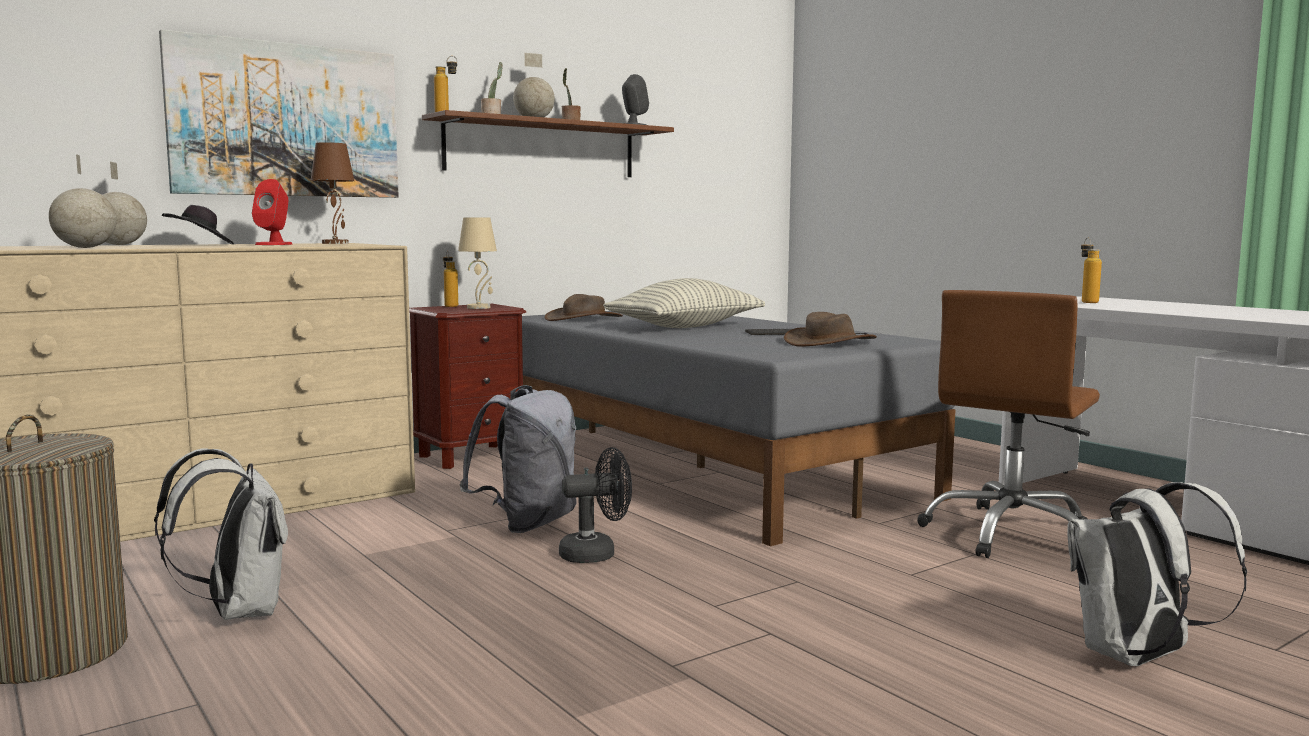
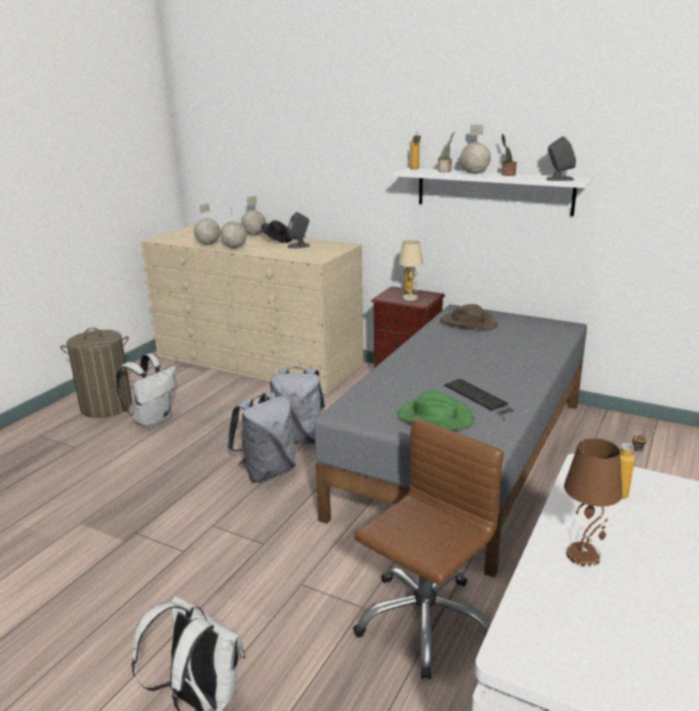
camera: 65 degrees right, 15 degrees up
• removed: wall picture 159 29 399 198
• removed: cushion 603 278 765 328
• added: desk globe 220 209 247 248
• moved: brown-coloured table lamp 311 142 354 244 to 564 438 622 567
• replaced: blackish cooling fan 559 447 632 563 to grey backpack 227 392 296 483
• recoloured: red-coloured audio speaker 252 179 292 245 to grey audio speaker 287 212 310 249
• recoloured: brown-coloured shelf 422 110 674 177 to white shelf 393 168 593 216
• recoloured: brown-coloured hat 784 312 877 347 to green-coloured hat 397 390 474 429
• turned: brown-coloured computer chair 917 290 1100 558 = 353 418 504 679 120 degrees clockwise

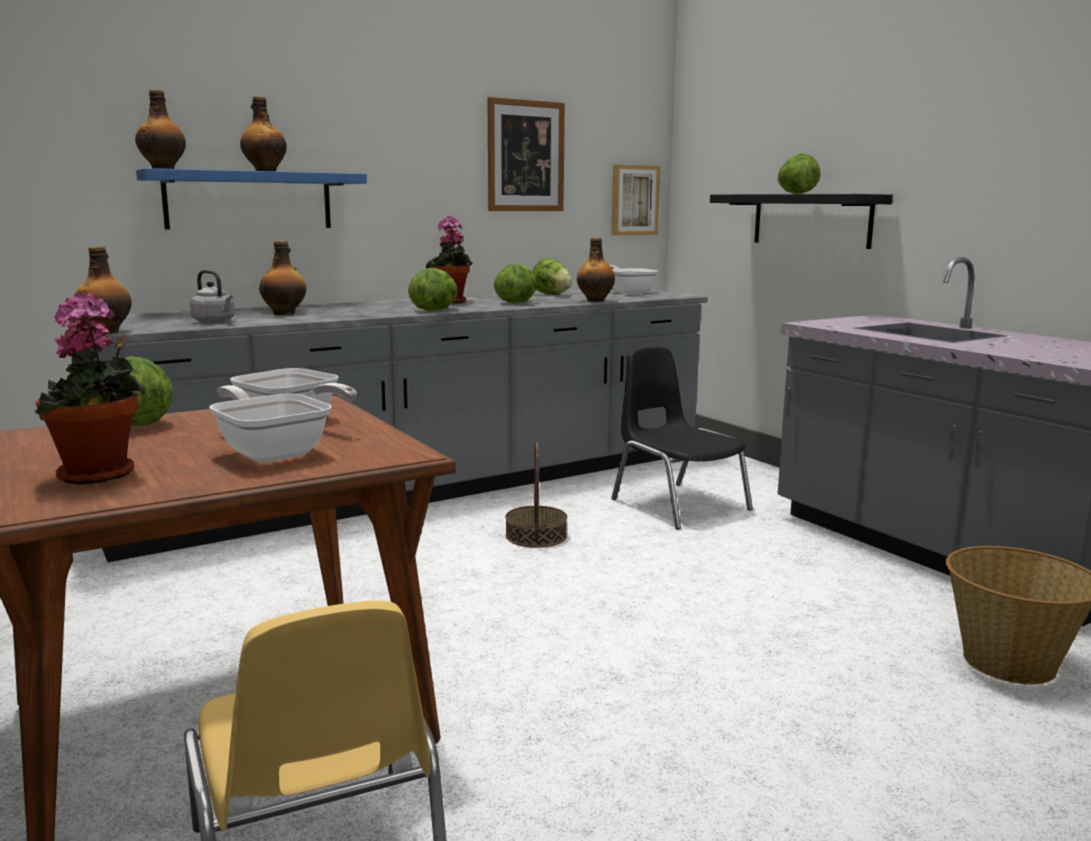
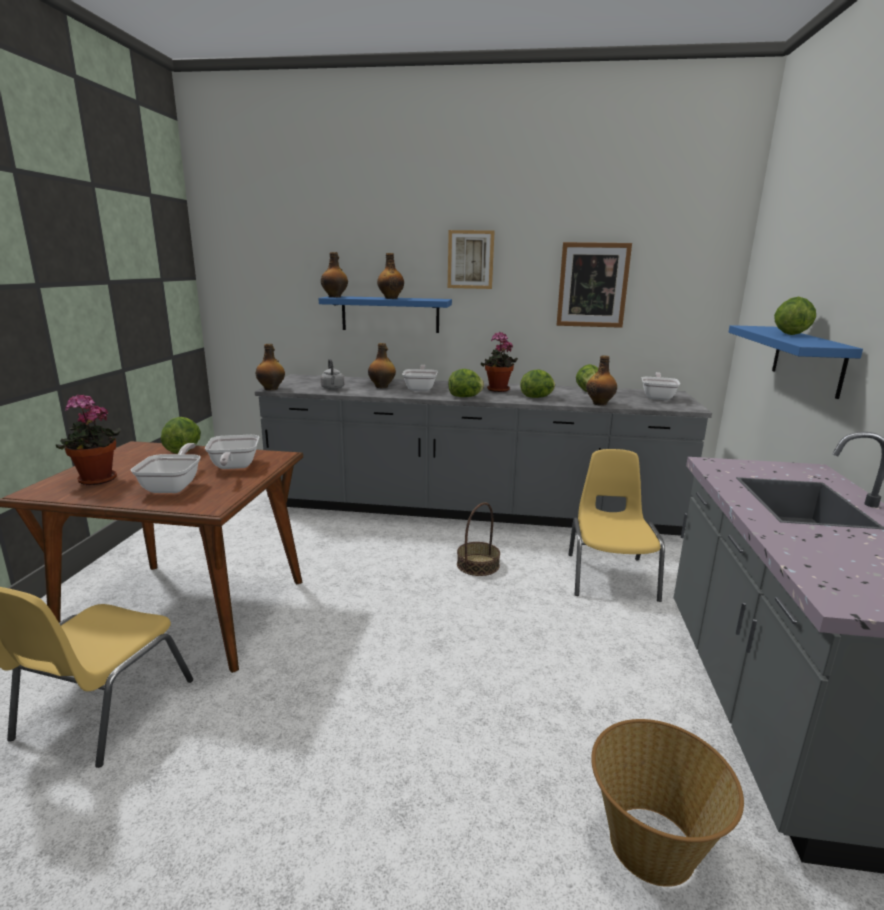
camera: 40 degrees right, 5 degrees up
• added: pan 402 365 438 391
• moved: wall picture 611 165 661 235 to 448 230 494 289
• recoloured: blackish plain chair 611 347 753 529 to yellow-coloured plain chair 568 449 665 602
• recoloured: blackish shelf 710 194 893 249 to blue-coloured shelf 728 325 863 399

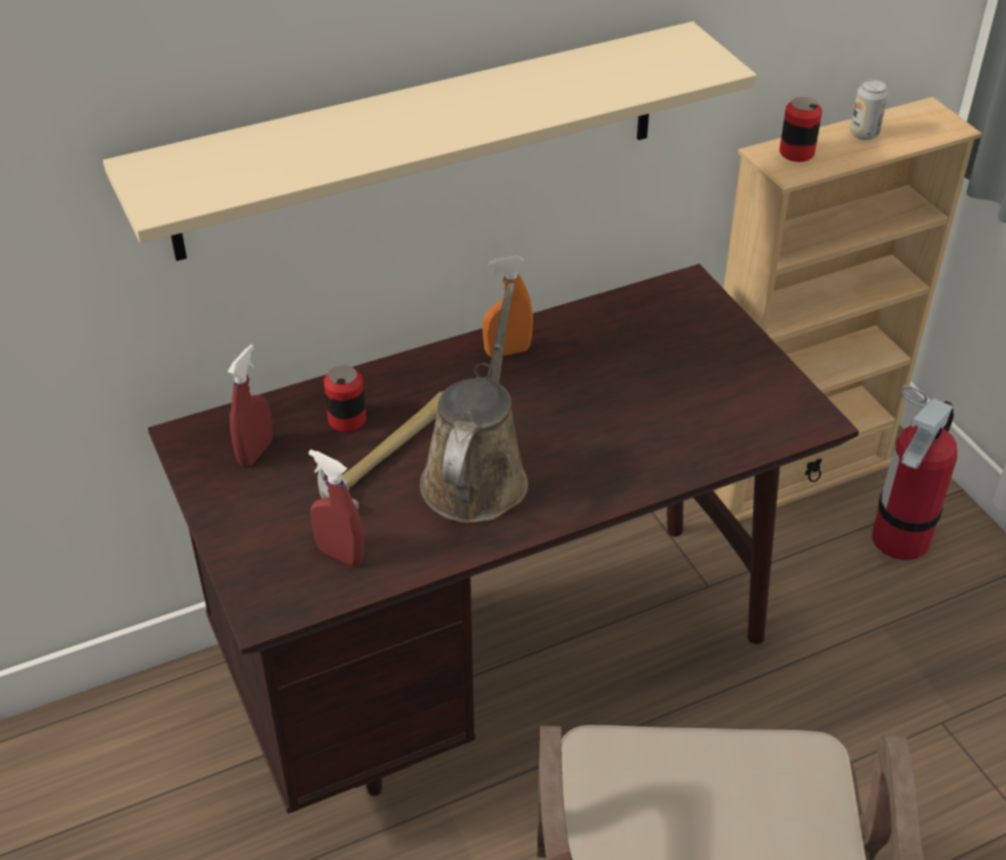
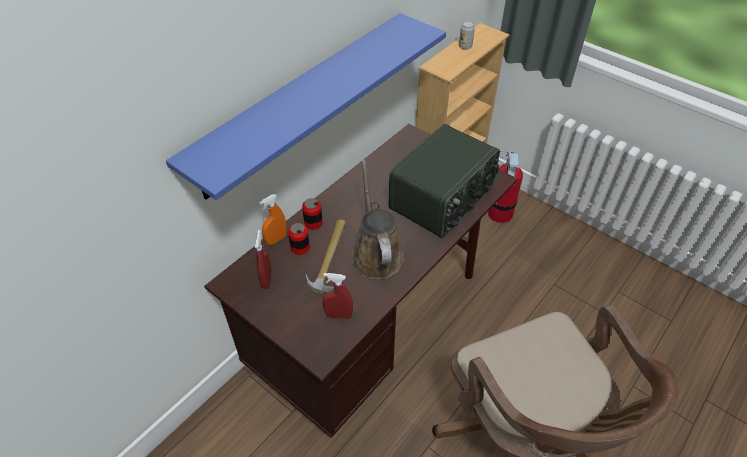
camera: 25 degrees left, 5 degrees up
• added: radio 388 124 500 238
• moved: orange-coloured hand sprayer 482 255 533 357 to 259 194 287 246
• moved: metal can 779 97 822 162 to 302 198 323 230
• recoloured: sand-coloured shelf 103 21 757 261 to blue-coloured shelf 166 13 446 200

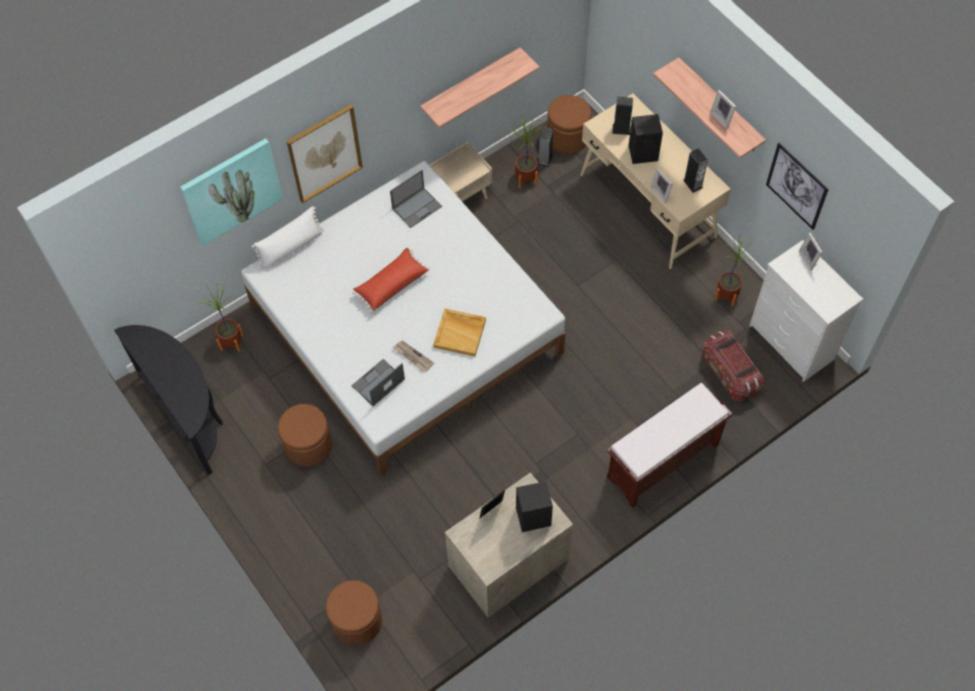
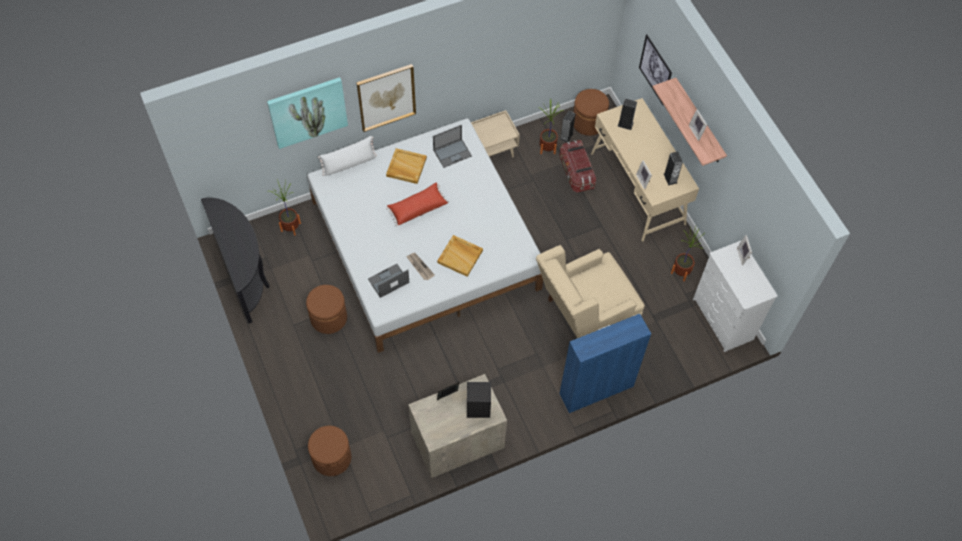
camera: 10 degrees right, 0 degrees up
• removed: shelf 420 47 540 128
• removed: blackish audio speaker 628 114 663 164
• added: sand-coloured serving tray 386 148 427 184
• added: sand-coloured easy chair 536 245 645 338
• moved: storage container 702 329 764 402 to 560 140 596 192
• moved: wall picture 766 143 829 230 to 639 34 672 105
• replaced: brown-coloured bench 607 382 732 508 to blue-coloured storage cabinet 559 314 651 413

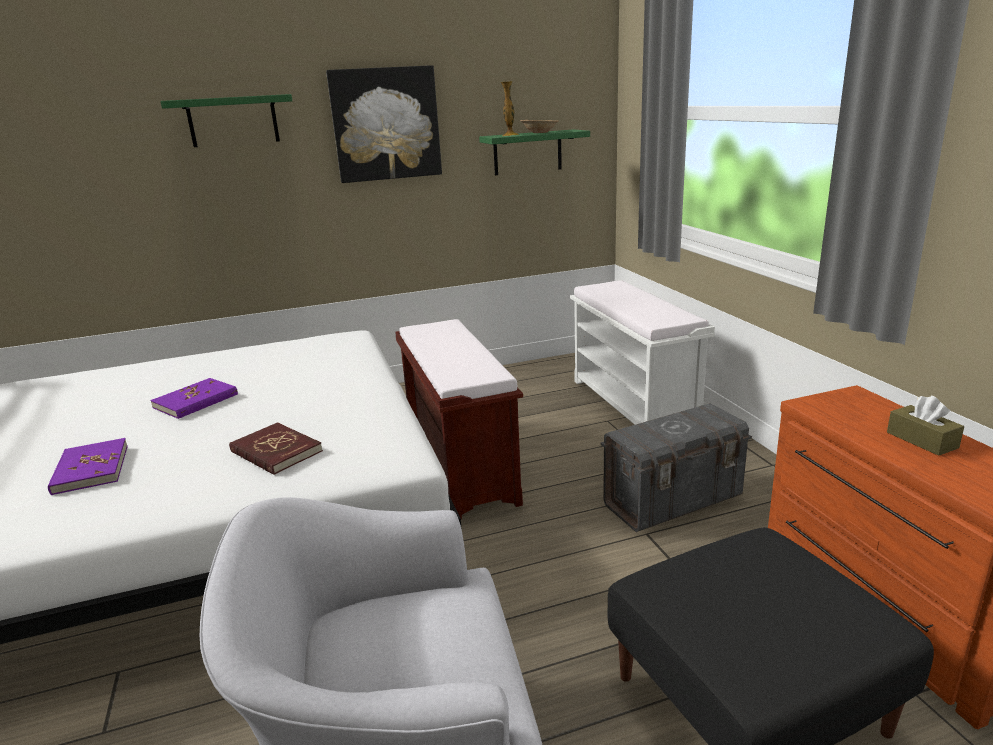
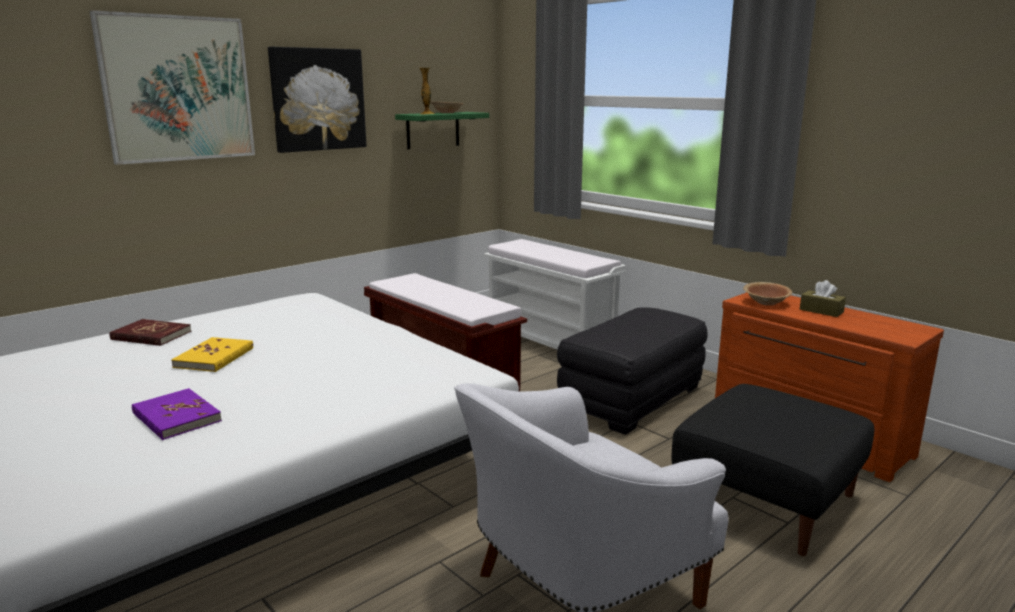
camera: 25 degrees left, 5 degrees down
• added: brown-coloured serving bowl 743 282 792 306
• moved: red-coloured bound book 229 422 323 475 to 109 319 192 346
• replaced: green-coloured shelf 160 94 292 147 to wall picture 90 10 255 165
• replaced: grey storage container 601 403 752 532 to blackish footrest 557 308 708 435
• recoloured: purple bound book 150 378 238 419 to yellow-coloured bound book 171 337 253 372

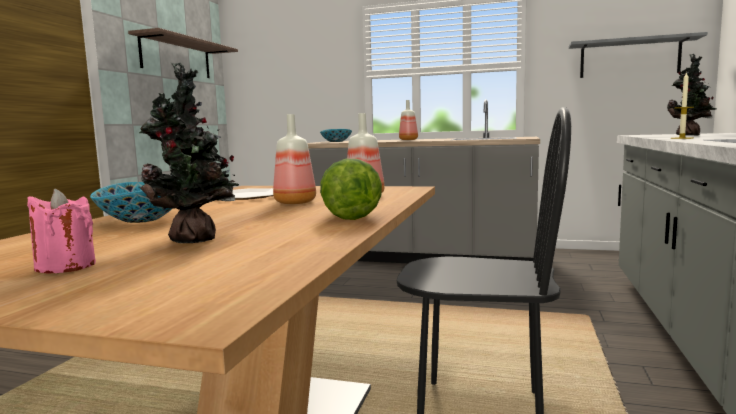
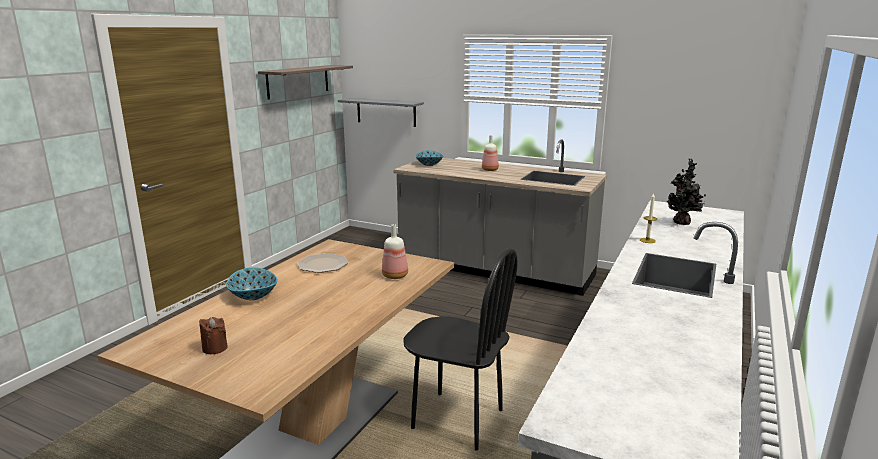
camera: 10 degrees right, 10 degrees up
• removed: houseplant 139 62 239 243
• removed: drink bottle 273 114 316 204
• removed: lettuce 320 159 382 220
• moved: grey shelf 568 32 707 78 to 338 98 424 127
• recoloured: pinkish wax candle 27 189 96 273 to brown-coloured wax candle 199 317 227 354

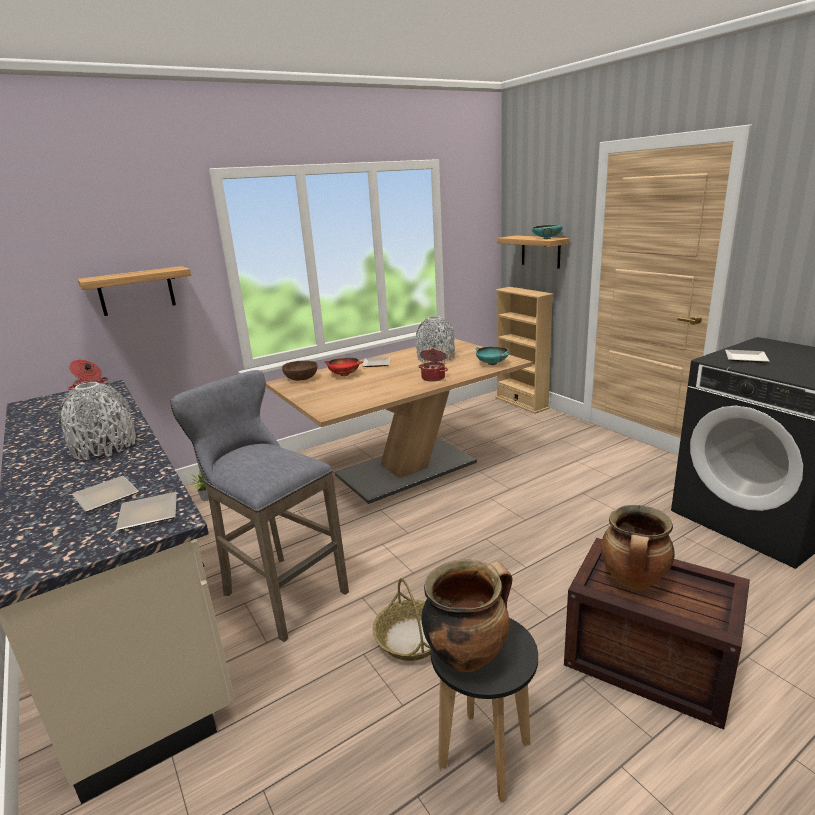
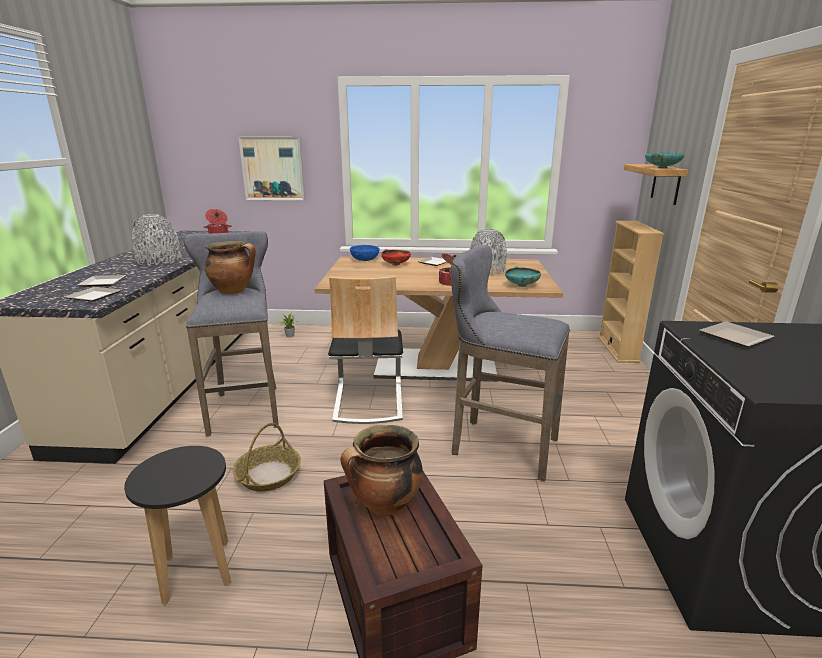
camera: 35 degrees right, 0 degrees up
• added: plain chair 328 276 403 424
• added: grey stool seat 451 245 570 481
• moved: cooking pot 422 560 512 672 to 205 241 255 294
• replaced: shelf 77 266 191 316 to wall picture 238 137 305 200
• recoloured: brown-coloured serving bowl 282 360 317 381 to blue-coloured serving bowl 350 245 379 261

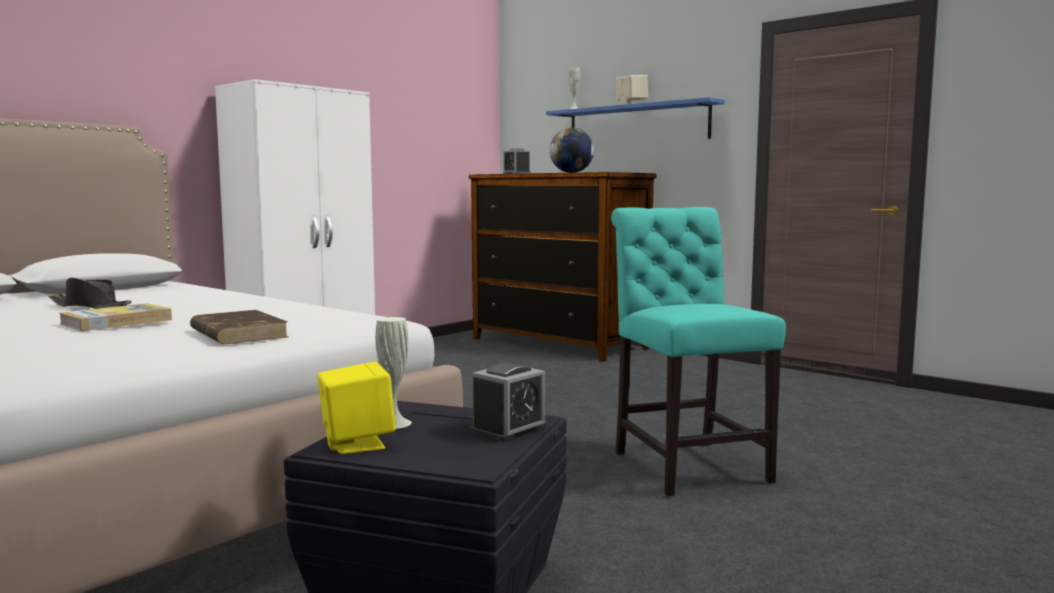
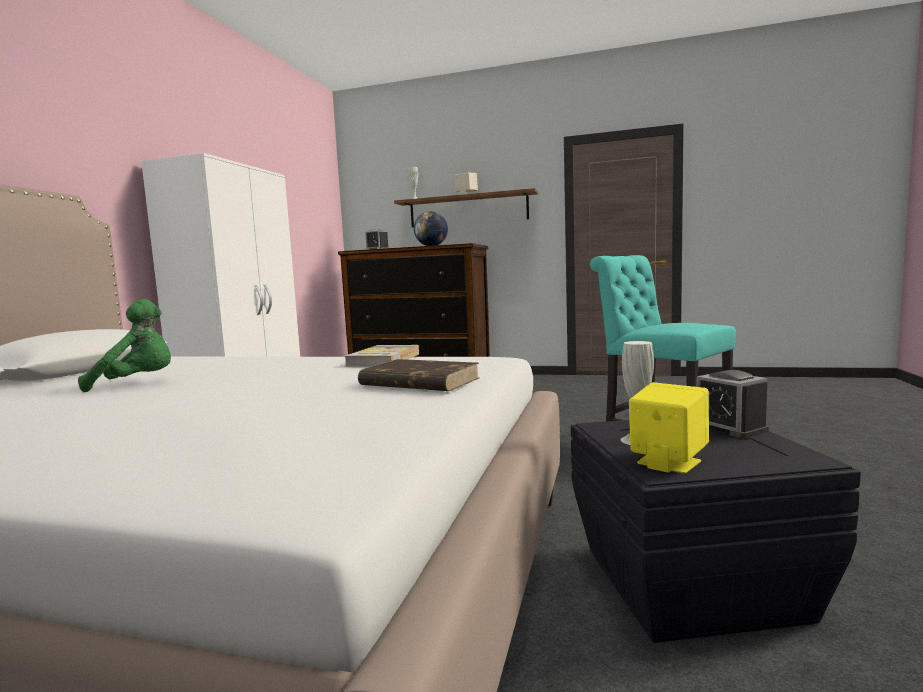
camera: 25 degrees left, 0 degrees up
• moved: bound book 59 303 172 331 to 344 345 419 367
• replaced: blackish hat 49 278 132 309 to green-coloured cuddly toy 78 299 171 392
• recoloured: blue-coloured shelf 546 97 725 139 to brown-coloured shelf 394 188 538 227
• turned: alarm clock 470 363 547 442 = 696 370 769 438 135 degrees clockwise

